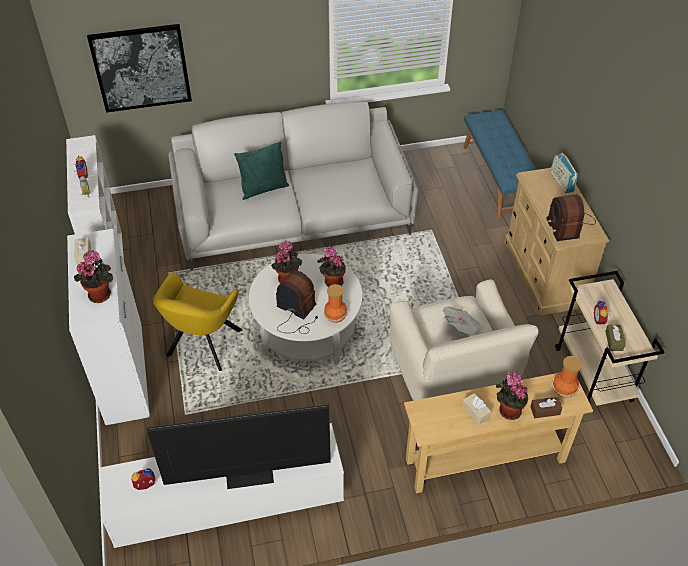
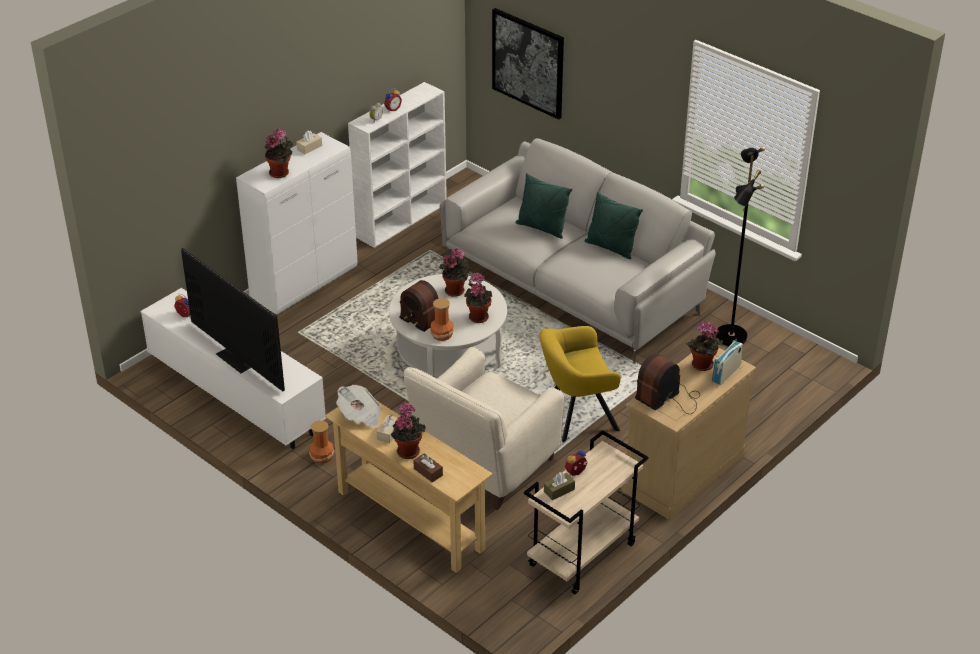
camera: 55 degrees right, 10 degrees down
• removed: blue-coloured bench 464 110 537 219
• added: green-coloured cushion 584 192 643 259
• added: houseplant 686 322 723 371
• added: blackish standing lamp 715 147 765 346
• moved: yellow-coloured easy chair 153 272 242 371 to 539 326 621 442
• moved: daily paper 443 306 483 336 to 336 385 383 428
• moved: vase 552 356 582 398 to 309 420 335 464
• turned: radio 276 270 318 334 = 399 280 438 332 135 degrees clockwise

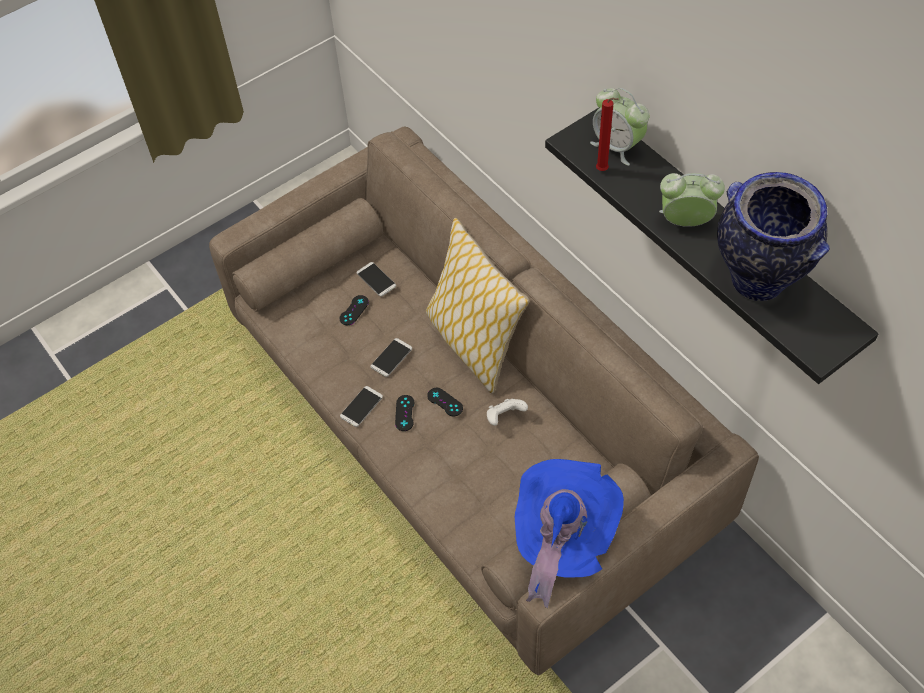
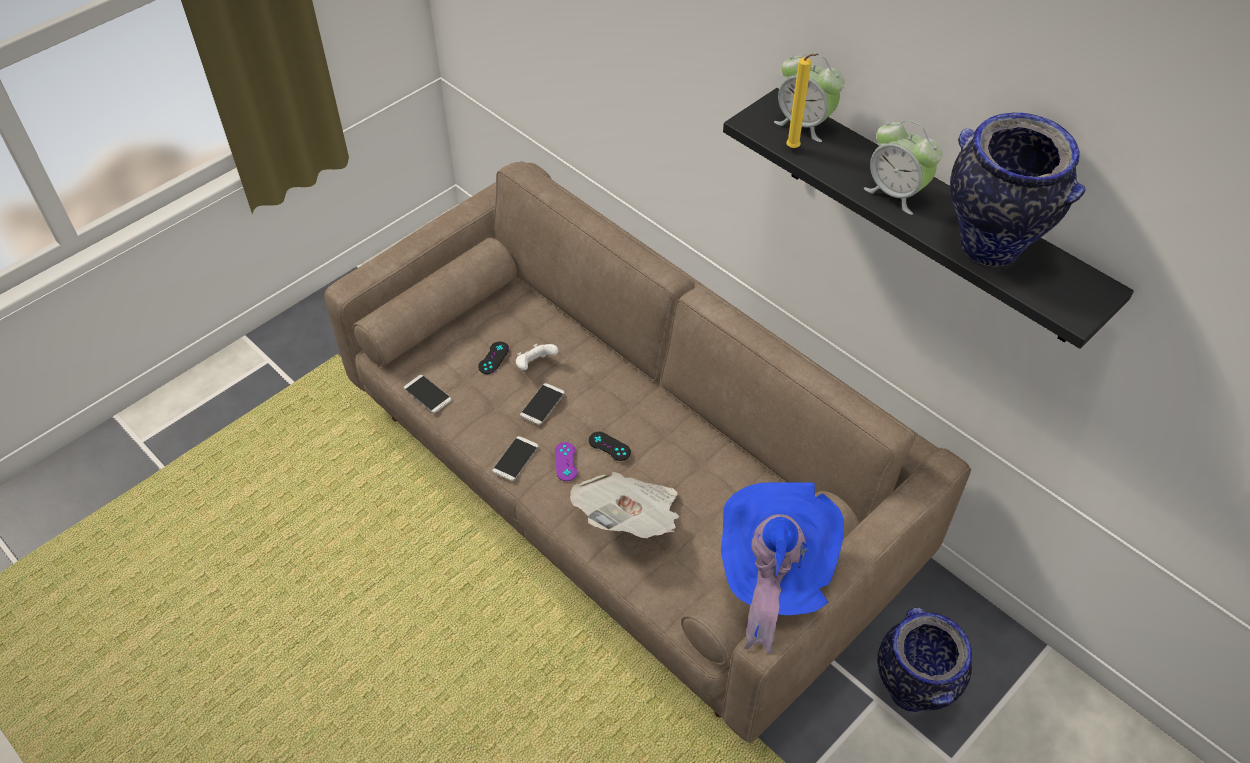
camera: 10 degrees left, 5 degrees down
• removed: cushion 426 218 530 393
• added: daily paper 570 472 679 538
• added: vase 877 608 972 712
• moved: handset 357 262 396 296 to 404 375 452 413
• moved: white game controller 487 399 528 426 to 516 344 558 370
• recoloured: blackish game controller 395 395 415 431 to purple game controller 555 442 577 481
• recoloured: red-coloured wax candle 596 98 619 171 to yellow-coloured wax candle 786 53 819 148
• turned: alarm clock 659 173 725 227 = 864 120 942 215 135 degrees counterclockwise

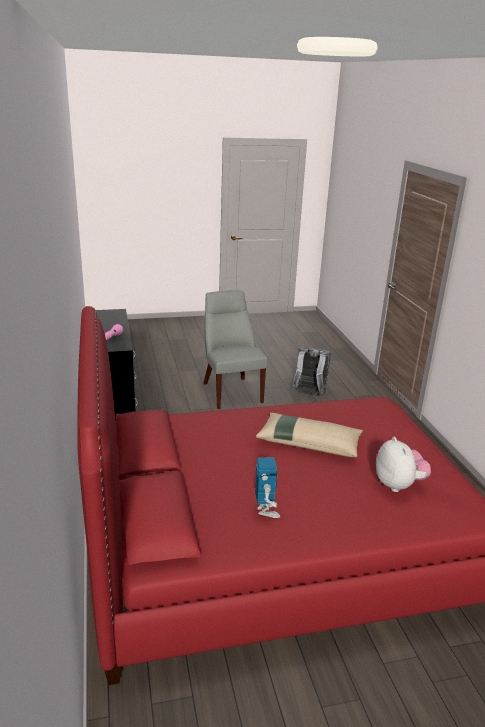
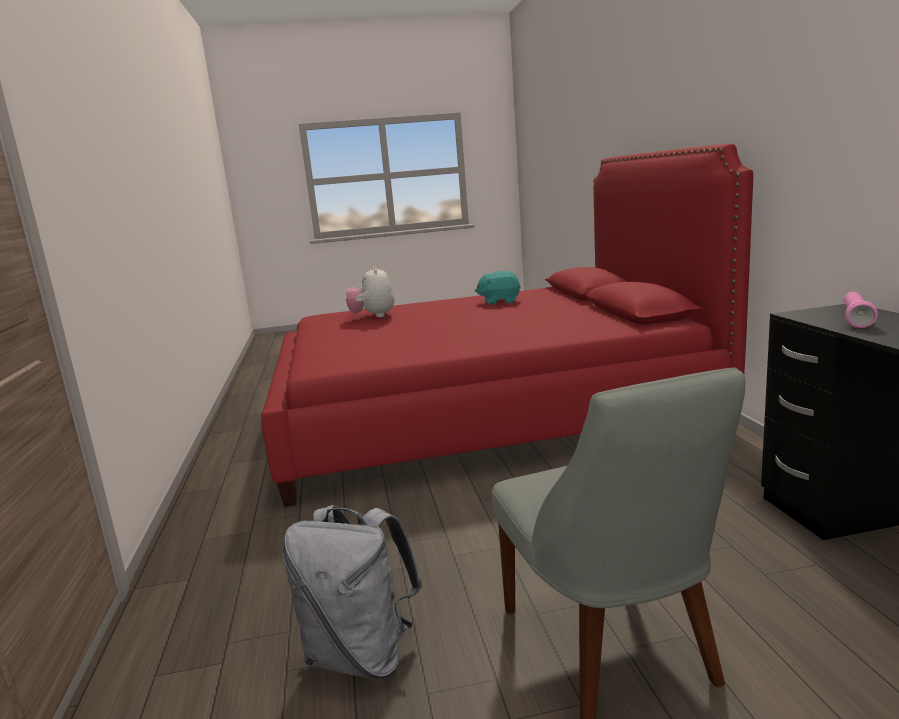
camera: 175 degrees left, 10 degrees down
• removed: sand-coloured cushion 256 412 363 457
• replaced: robot figure 255 457 280 518 to turquoise cuddly toy 475 271 521 305

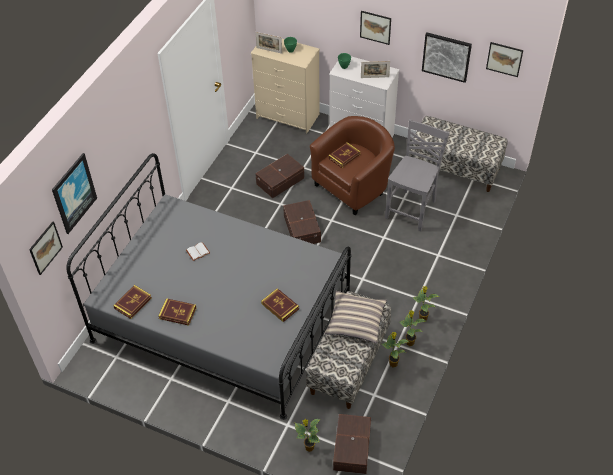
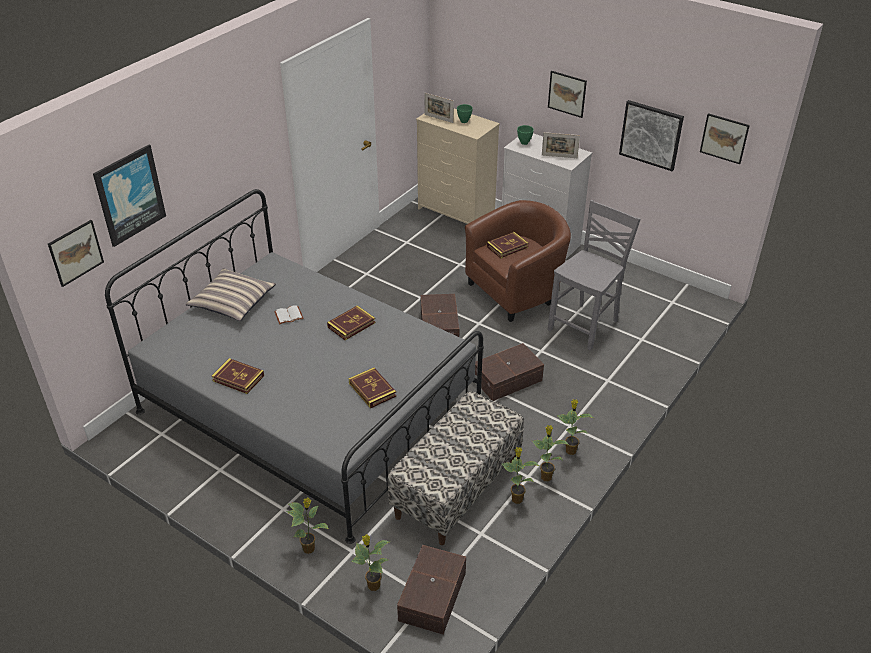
camera: 10 degrees right, 10 degrees down
• removed: bench 410 116 508 192
• added: houseplant 286 498 329 554
• moved: bound book 113 285 152 319 to 327 305 375 340
• moved: brown-coloured storage container 255 154 305 198 to 475 343 544 401
• moved: cushion 324 291 387 343 to 186 268 276 321

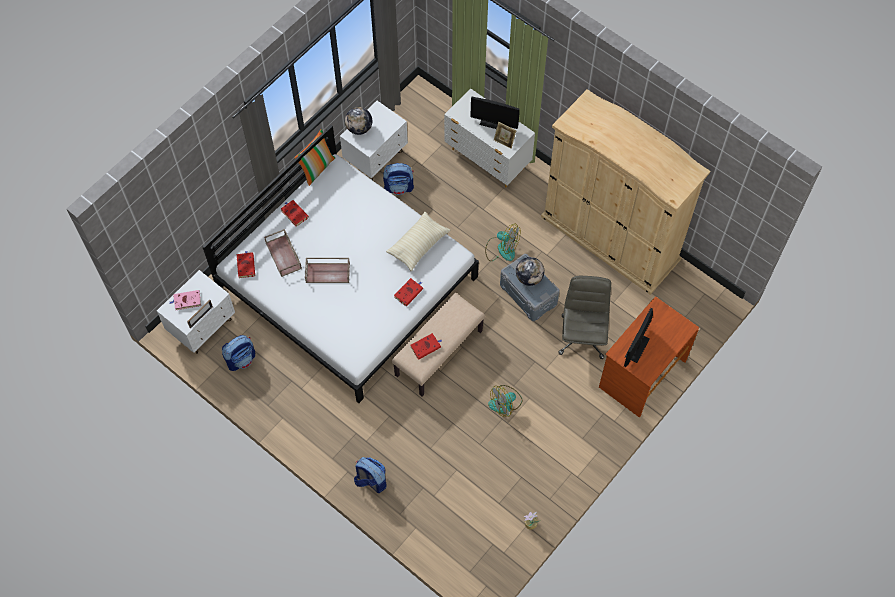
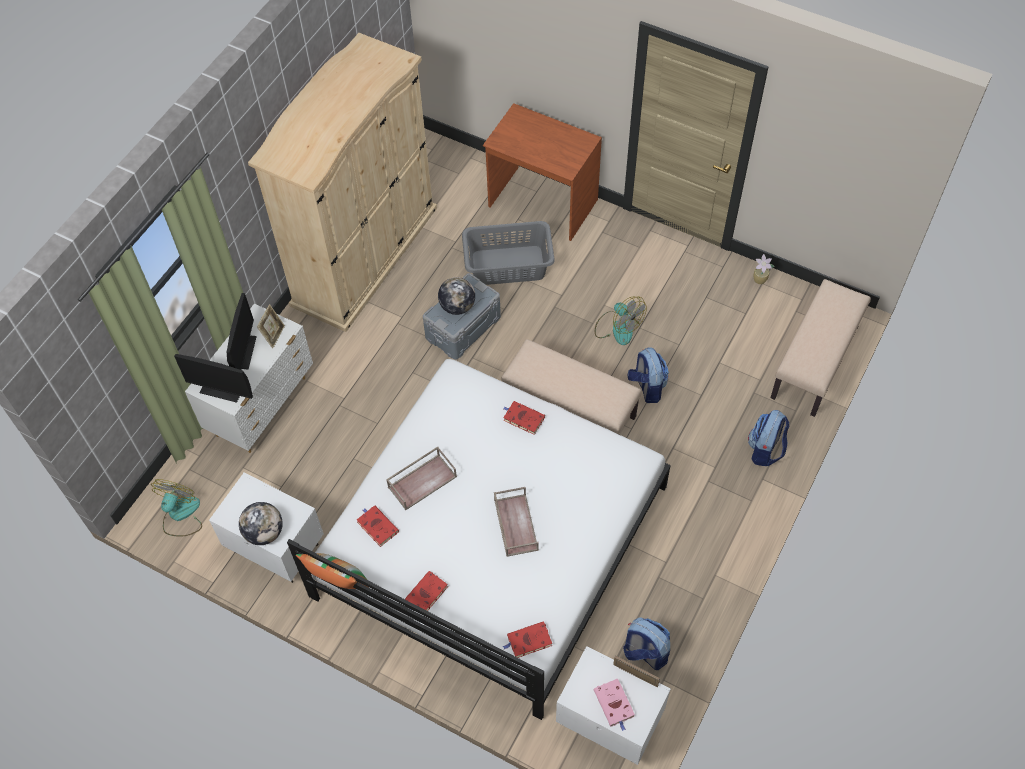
camera: 100 degrees left, 5 degrees down
• removed: sand-coloured cushion 386 212 450 271
• added: sand-coloured bench 771 279 871 417
• moved: brown-coloured serving tray 264 229 302 277 to 386 447 457 510
• moved: backpack 383 163 414 195 to 627 347 669 403
• moved: red-coloured bound book 410 333 442 359 to 357 506 399 547
• moved: cooling fan 485 224 521 261 to 151 479 202 537
• moved: monitor 624 308 653 367 to 174 354 253 403
• replaced: grey computer chair 558 276 611 359 to grey hamper 462 221 555 285

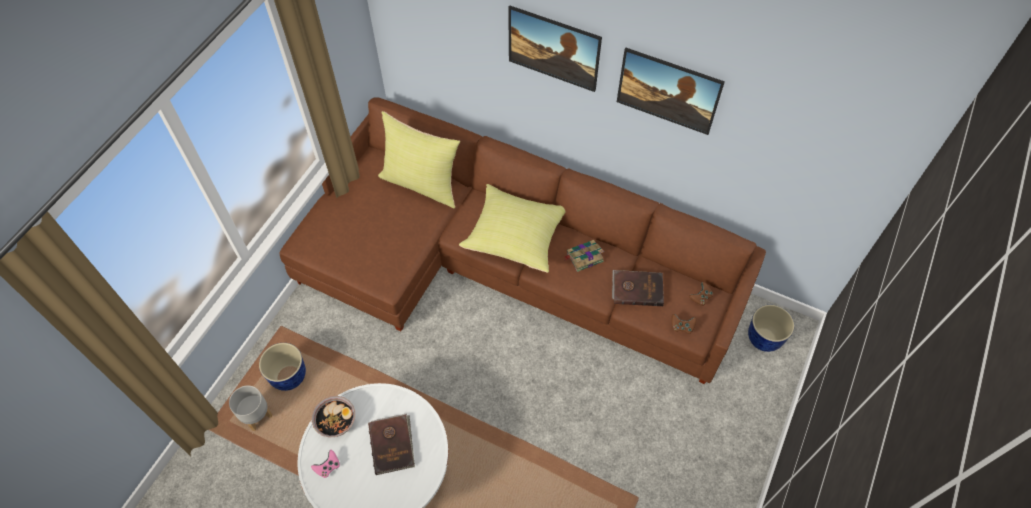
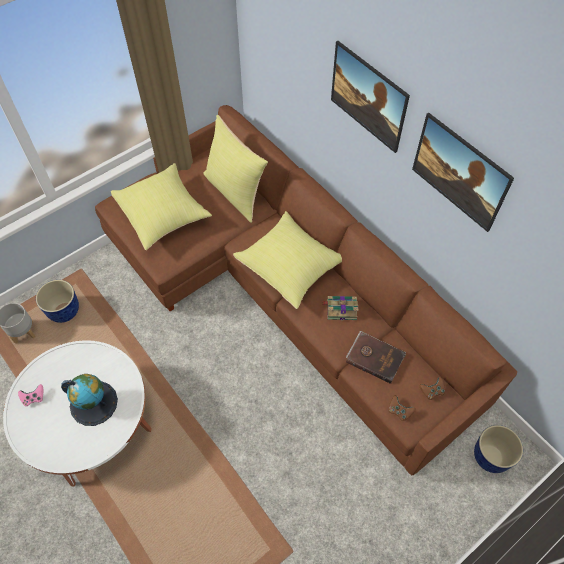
camera: 25 degrees right, 0 degrees up
• removed: serving bowl 311 396 355 438
• added: yellow-coloured cushion 111 163 212 250
• replaced: brown-coloured bound book 368 413 415 475 to desk globe 61 374 118 426

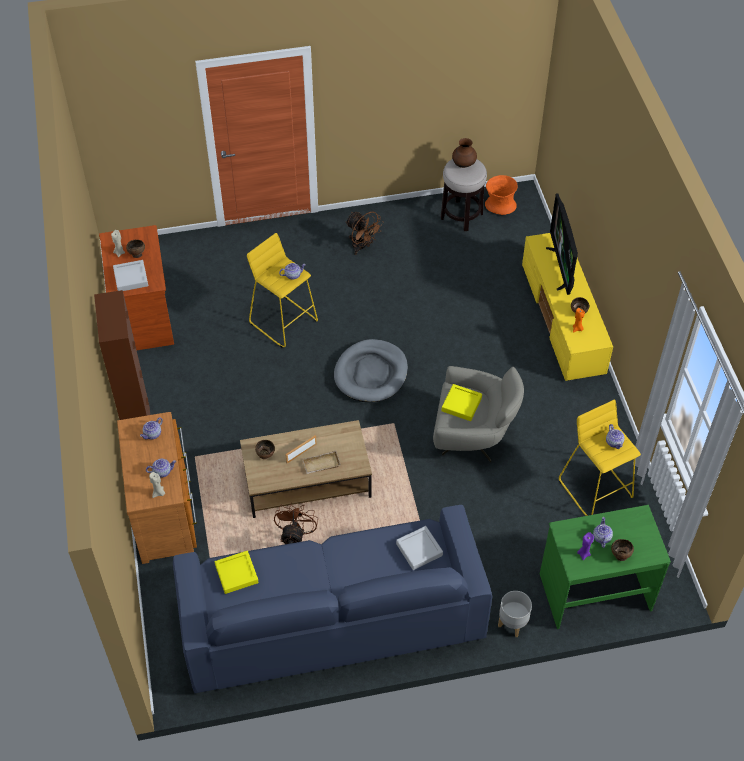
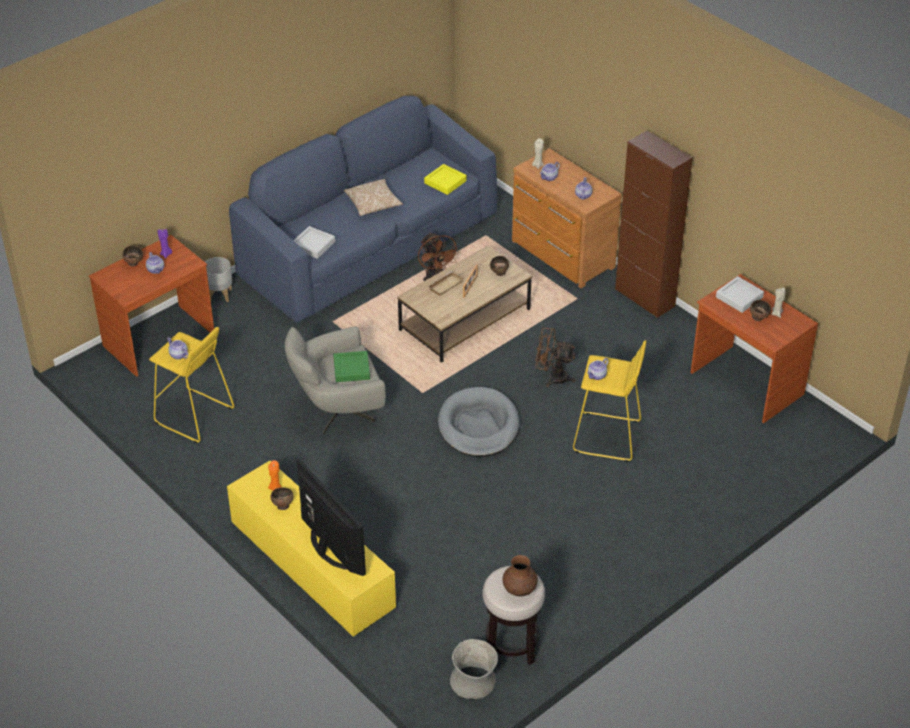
camera: 150 degrees right, 10 degrees down
• added: cushion 344 179 403 216
• moved: brown-coloured cooling fan 345 212 384 255 to 535 328 576 387
• recoloured: yellow-coloured serving tray 441 384 482 421 to green-coloured serving tray 333 351 370 382
• recoloured: orange-coloured vase 485 175 518 215 to grey vase 450 639 498 699
• recoloured: green-coloured desk table 540 505 671 629 to brown-coloured desk table 89 235 214 377

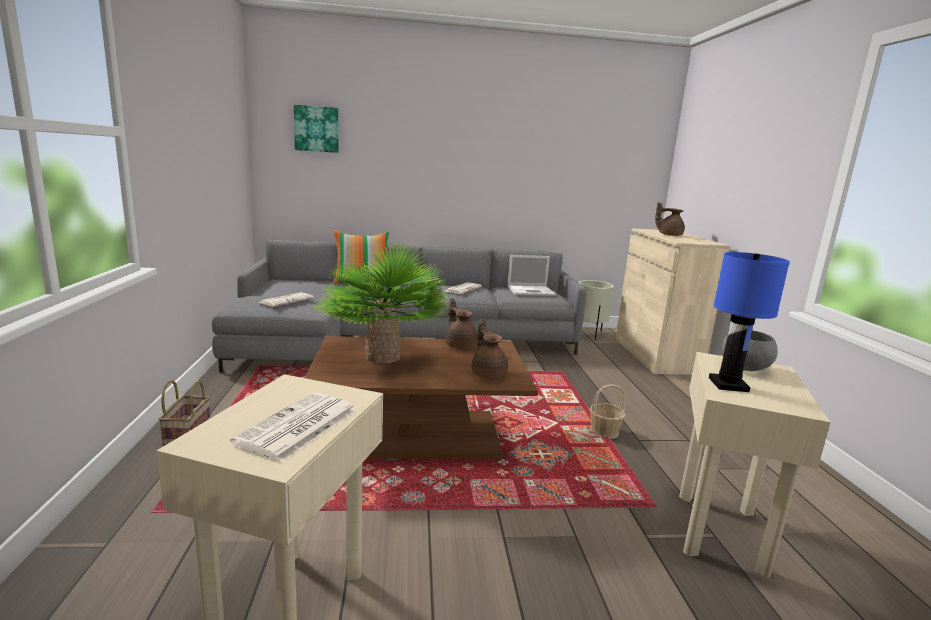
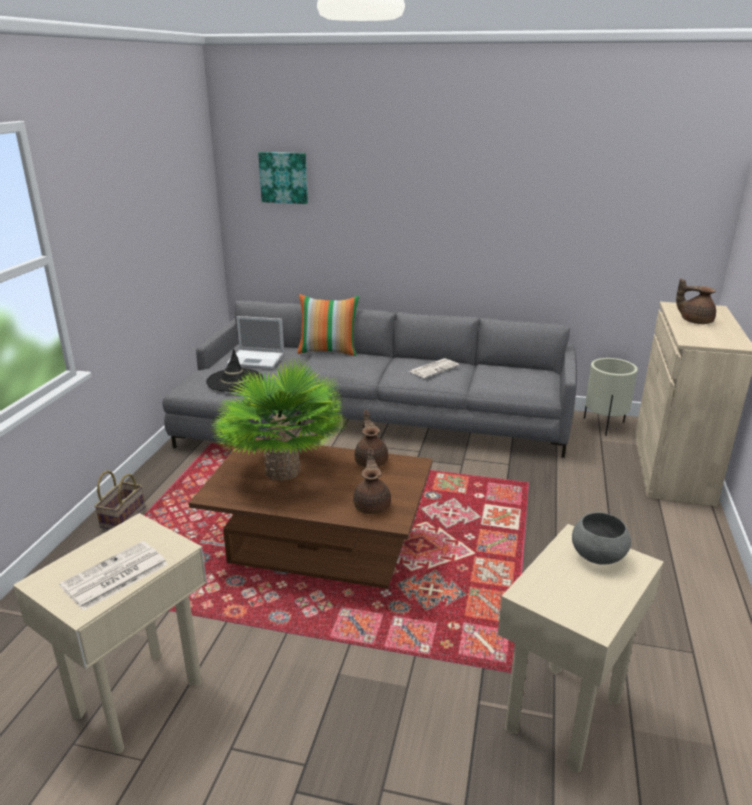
camera: 20 degrees right, 10 degrees up
• removed: storage basket 589 384 626 439
• removed: blue-coloured table lamp 709 252 790 392
• moved: portable computer 508 255 556 296 to 226 316 284 368
• replaced: daily paper 259 292 314 307 to blackish hat 206 348 263 392

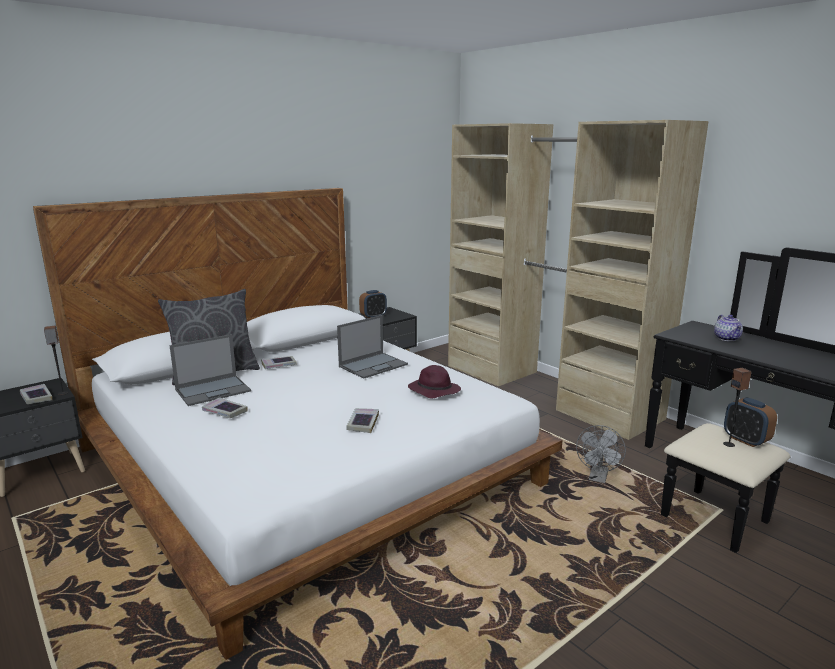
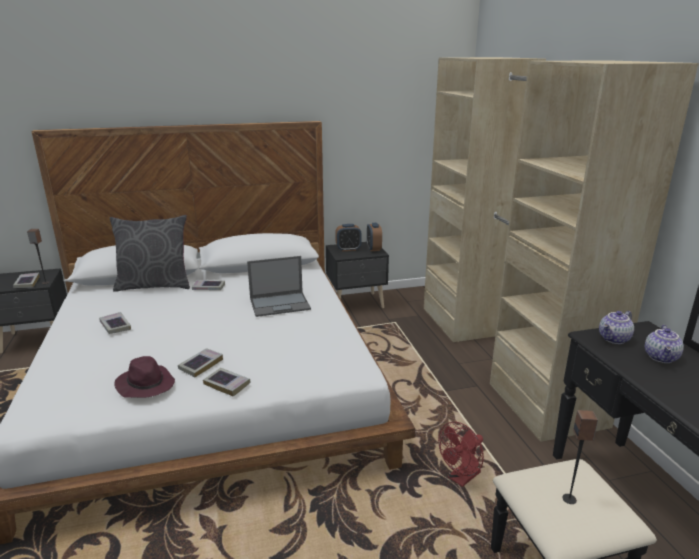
camera: 25 degrees right, 5 degrees up
• removed: portable computer 169 334 251 406
• added: bound book 203 368 251 396
• added: teapot 599 311 634 344
• moved: purple hat 408 365 461 399 to 114 356 175 398
• moved: alarm clock 724 397 777 447 to 367 223 382 251
• recoloured: grey cooling fan 576 425 626 483 to red-coloured cooling fan 438 422 484 487

